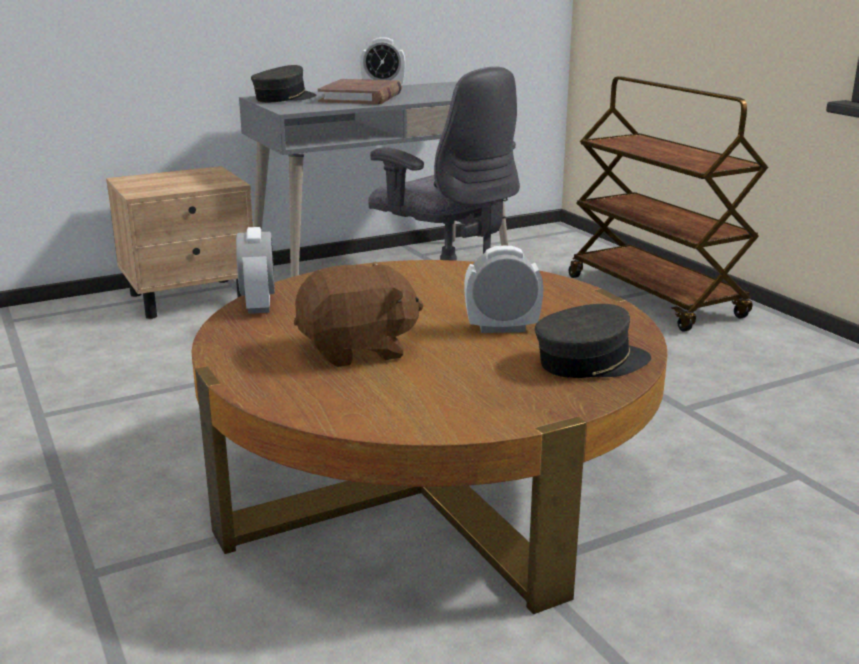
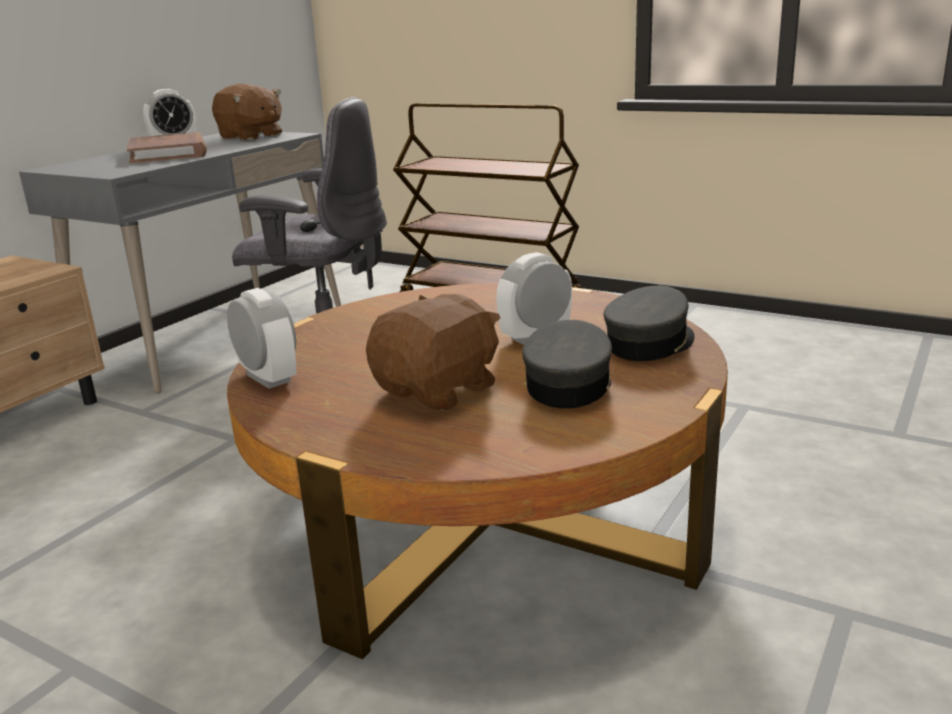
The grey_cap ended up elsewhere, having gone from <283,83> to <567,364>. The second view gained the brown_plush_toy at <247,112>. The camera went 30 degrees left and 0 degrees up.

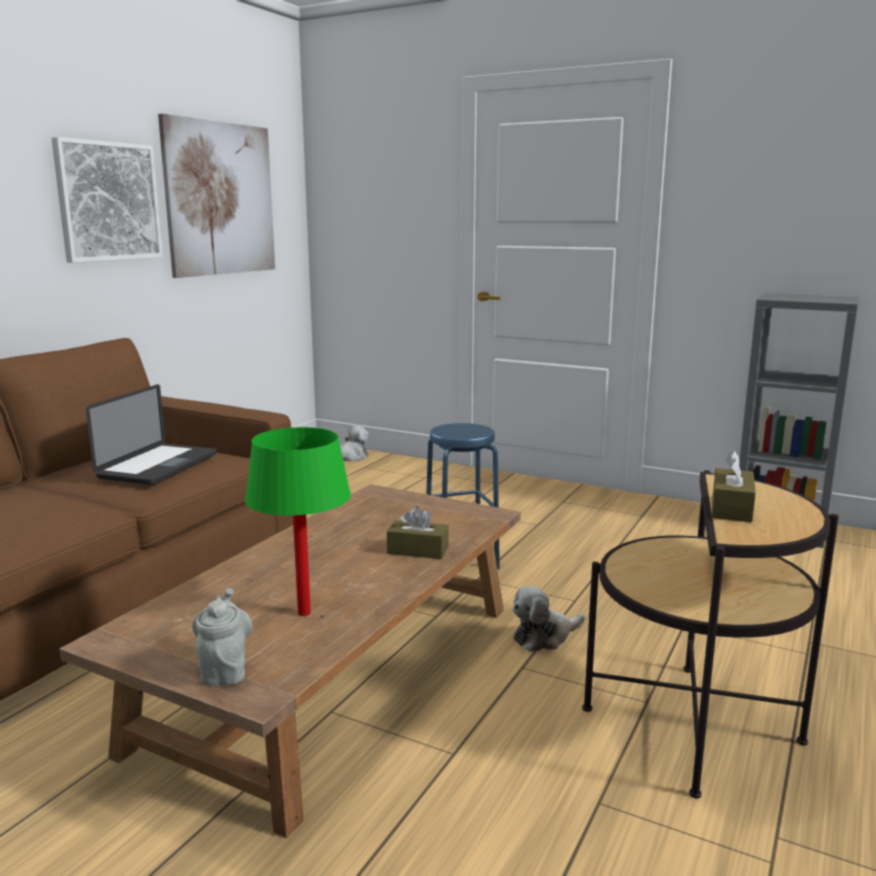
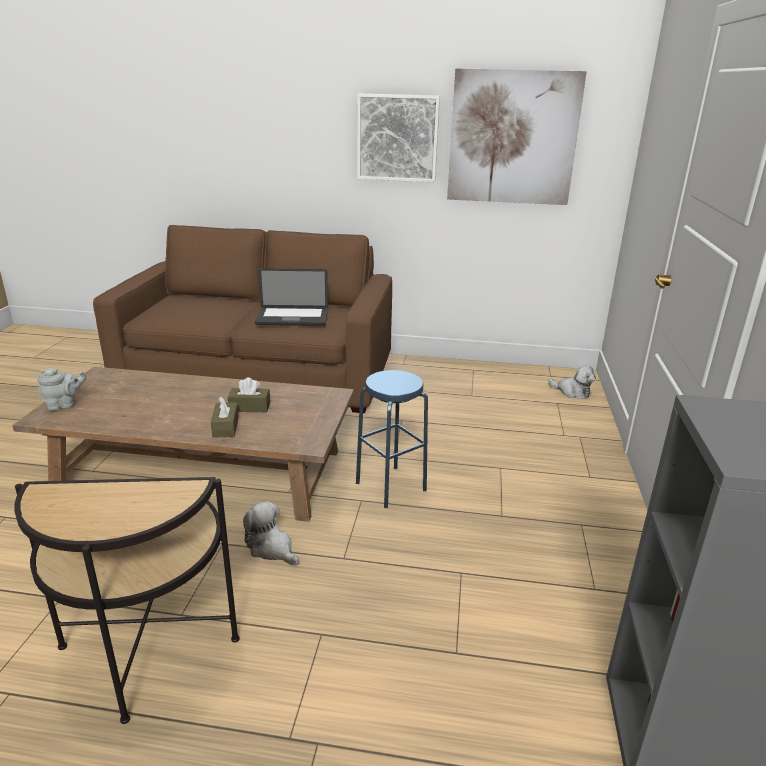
The second view lost the green_table_lamp at <298,521>. The brown_tissue_box ended up elsewhere, having gone from <734,487> to <249,394>. The camera went 70 degrees right and 10 degrees up.

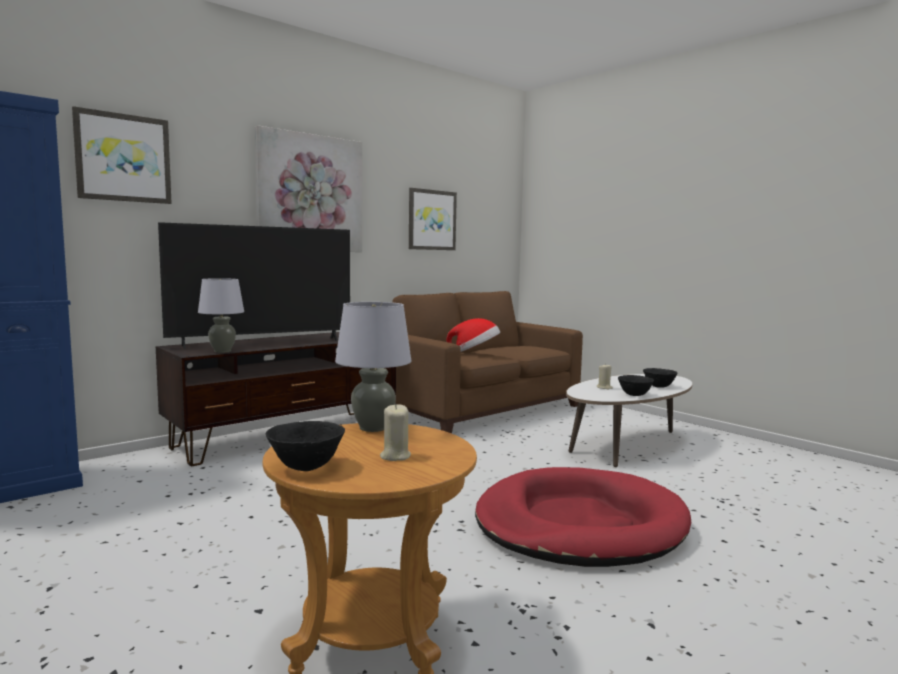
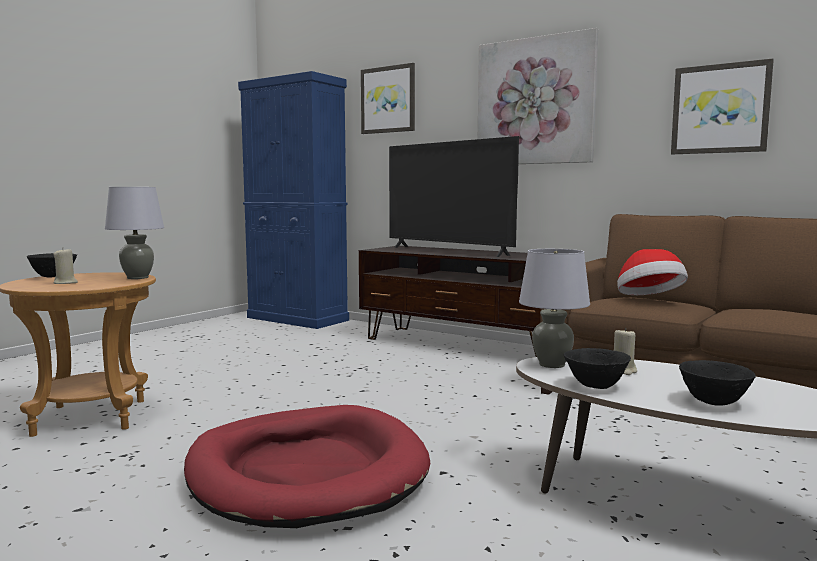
The grey_table_lamp ended up elsewhere, having gone from <221,315> to <554,308>. The camera went 75 degrees right and 0 degrees up.

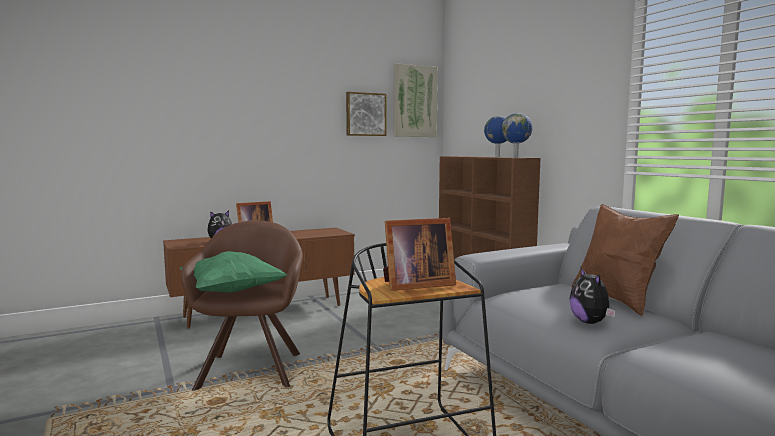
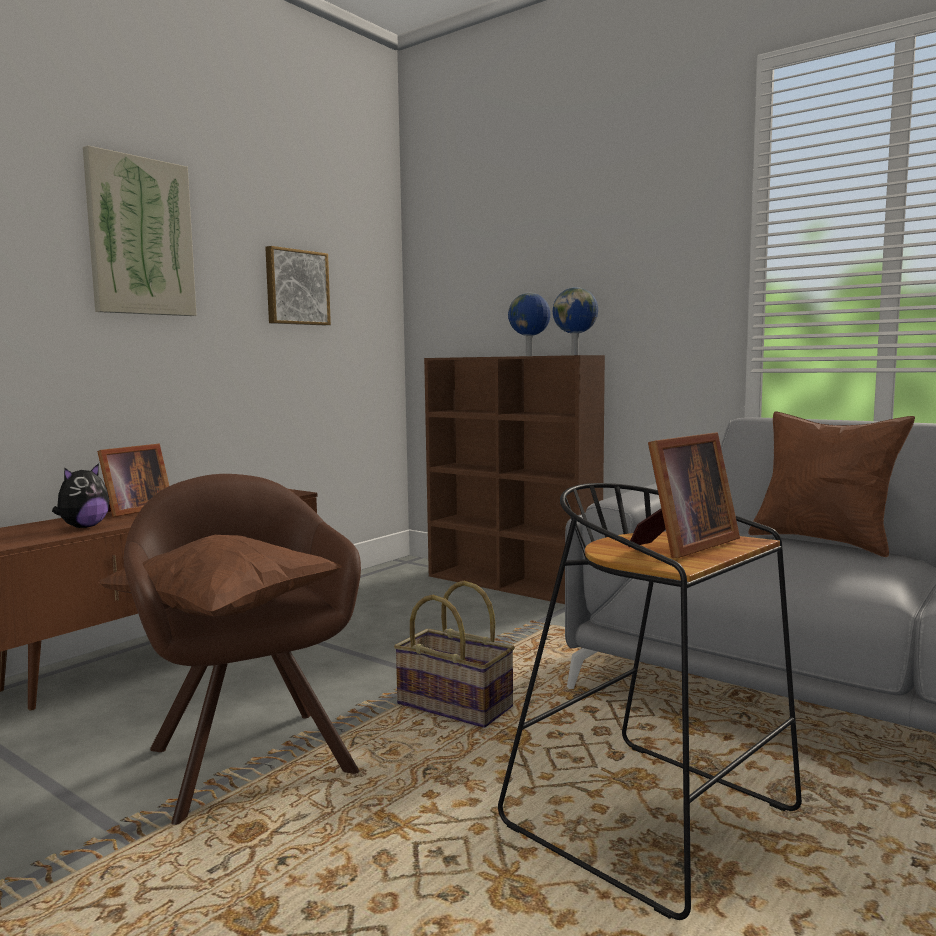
What was the green_pillow at <233,272> turned into the brown_pillow at <220,575>. The picture ended up elsewhere, having gone from <416,100> to <140,230>. The second view lost the plush_toy at <593,296>. The second view gained the basket at <454,654>. The camera went 25 degrees left and 0 degrees up.

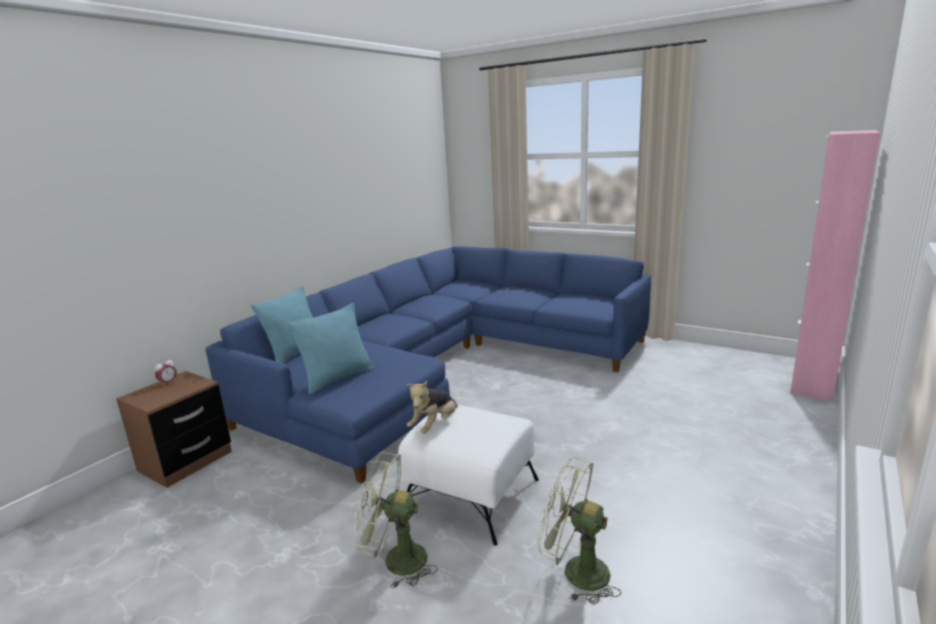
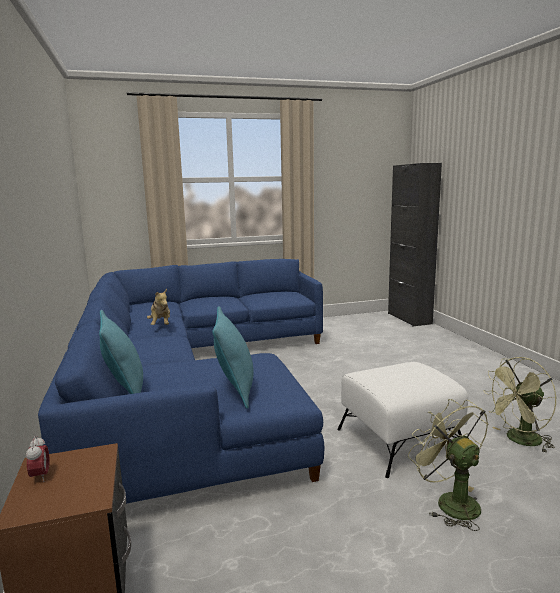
The green_fan at <395,520> ended up facing another way, 105 degrees clockwise from before. The plush_toy ended up elsewhere, having gone from <432,407> to <158,307>. What was the pink_cabinet at <835,265> turned into the black_cabinet at <415,244>. The camera went 50 degrees left and 5 degrees down.

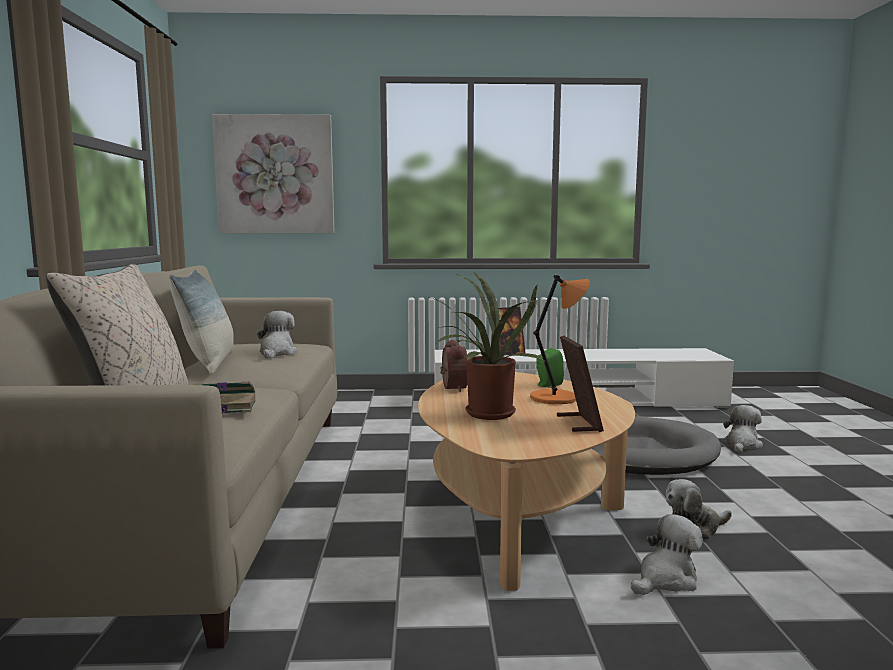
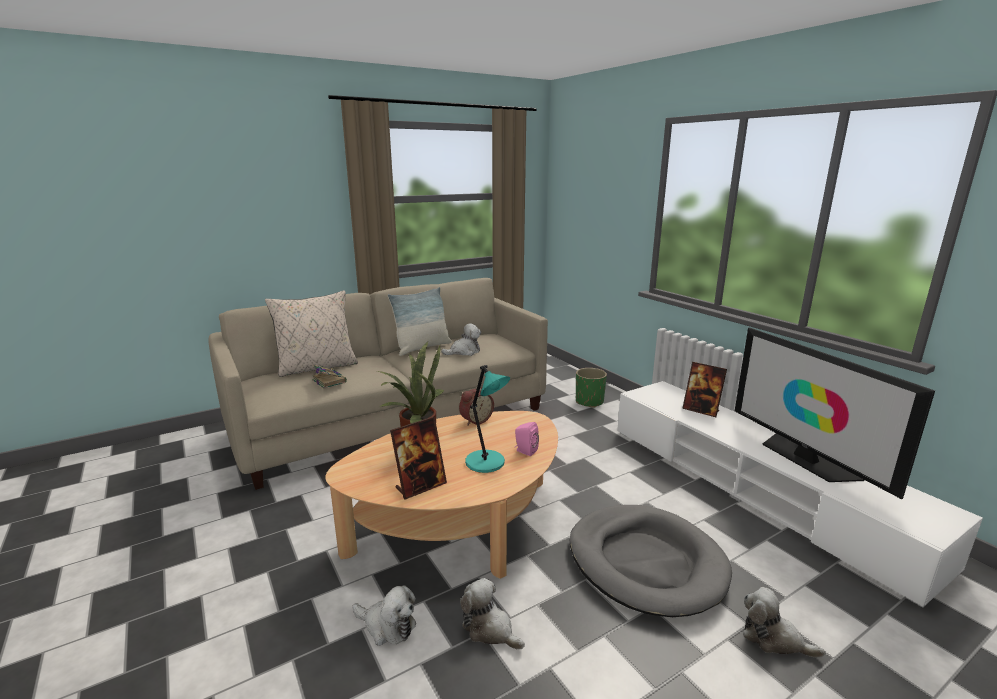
The second view lost the picture at <273,173>. What was the orange_table_lamp at <560,339> turned into the turquoise_table_lamp at <487,419>. What was the green_speaker at <550,367> turned into the pink_speaker at <527,439>. The plush_toy at <743,428> ended up facing another way, 150 degrees counterclockwise from before. The second view gained the green_planter at <591,388>. The second view gained the television at <835,413>. The camera went 60 degrees right and 10 degrees up.

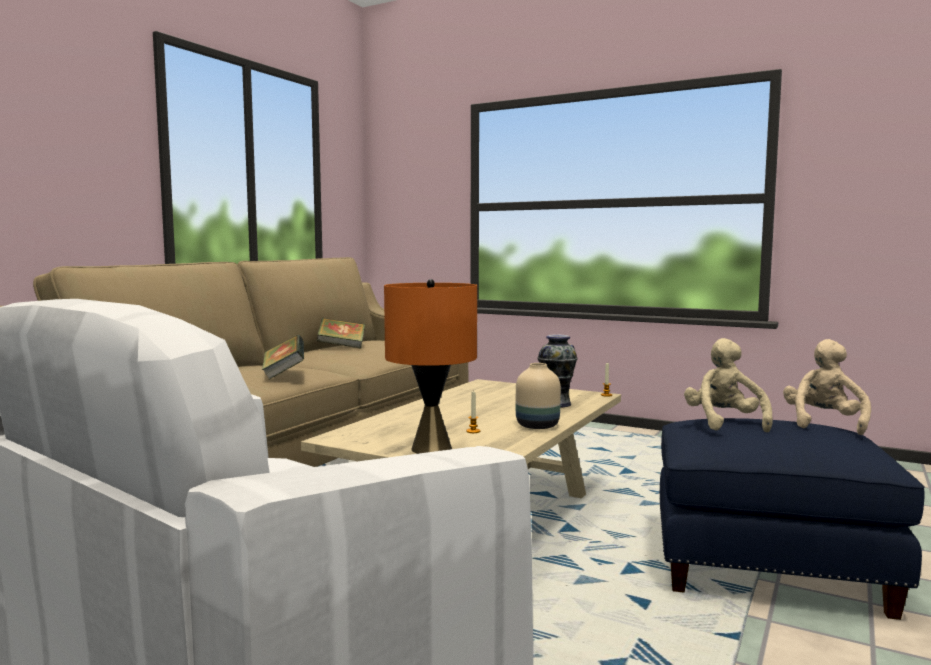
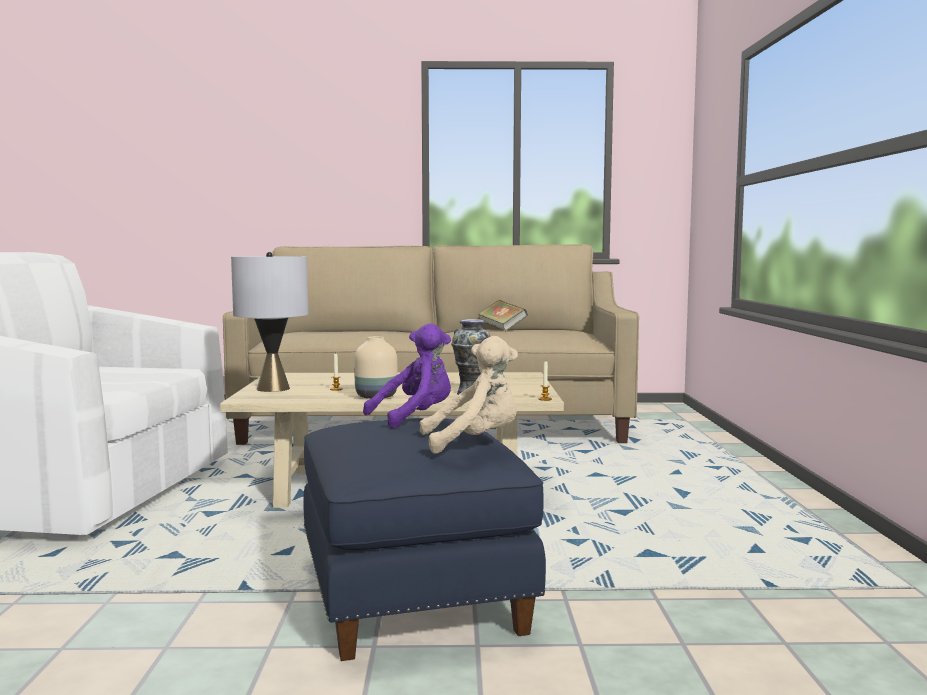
The second view lost the book at <283,357>. What was the orange_table_lamp at <430,366> turned into the grey_table_lamp at <269,322>. What was the beige_plush_toy at <728,385> turned into the purple_plush_toy at <407,376>. The camera went 60 degrees right and 0 degrees up.

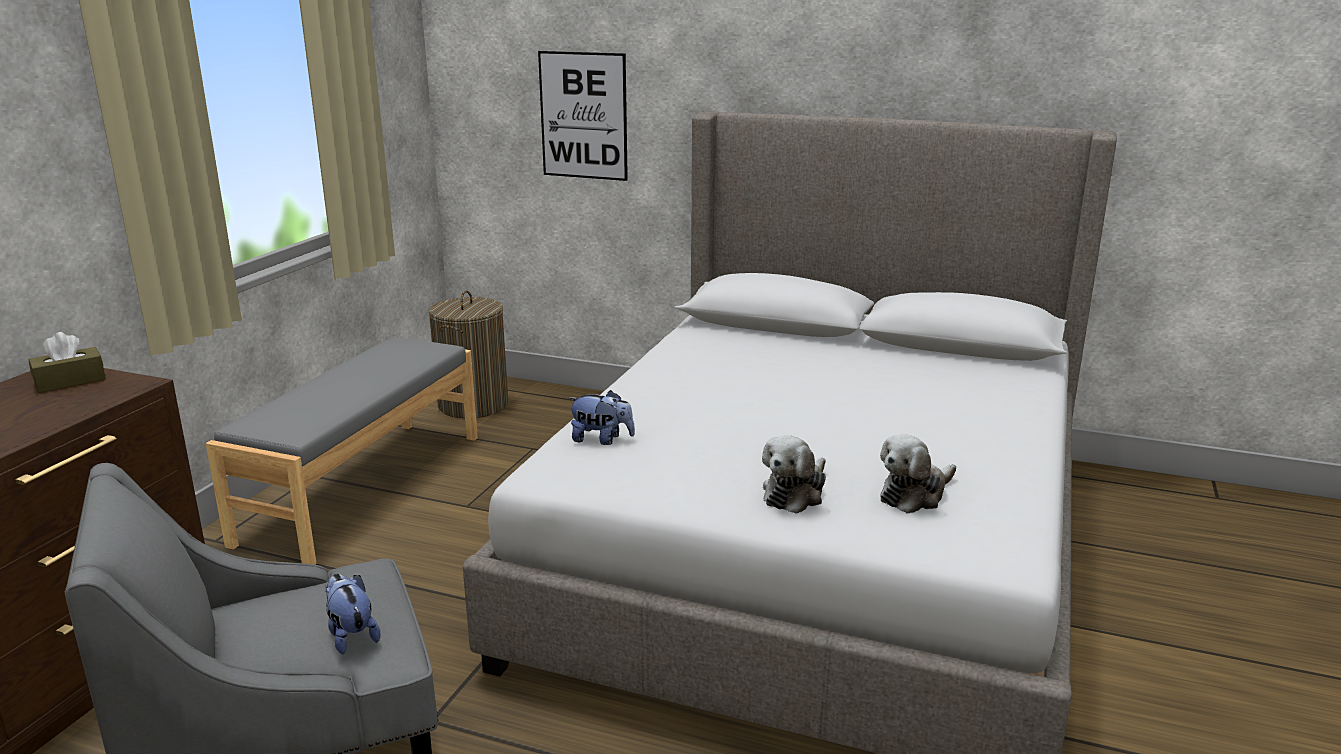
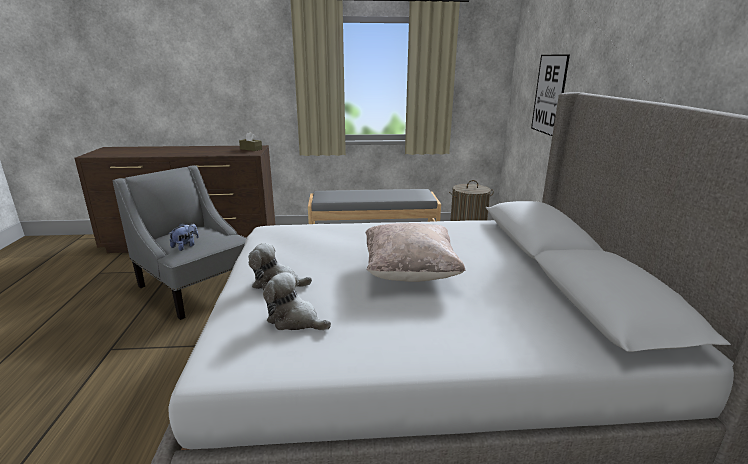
The second view lost the plush_toy at <601,417>. The second view gained the beige_pillow at <415,252>. The camera went 65 degrees right and 0 degrees up.

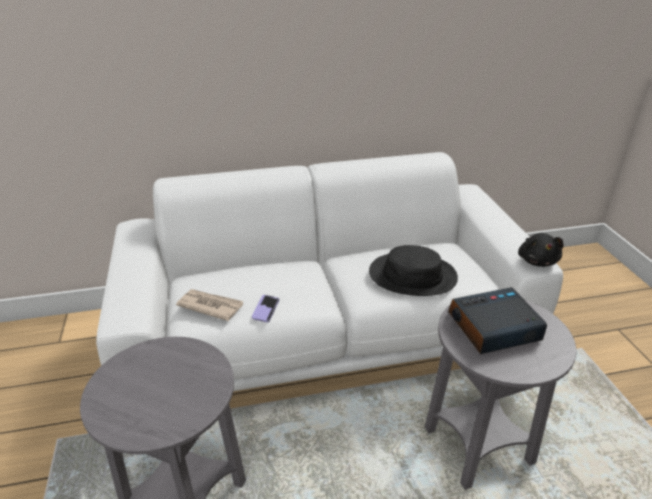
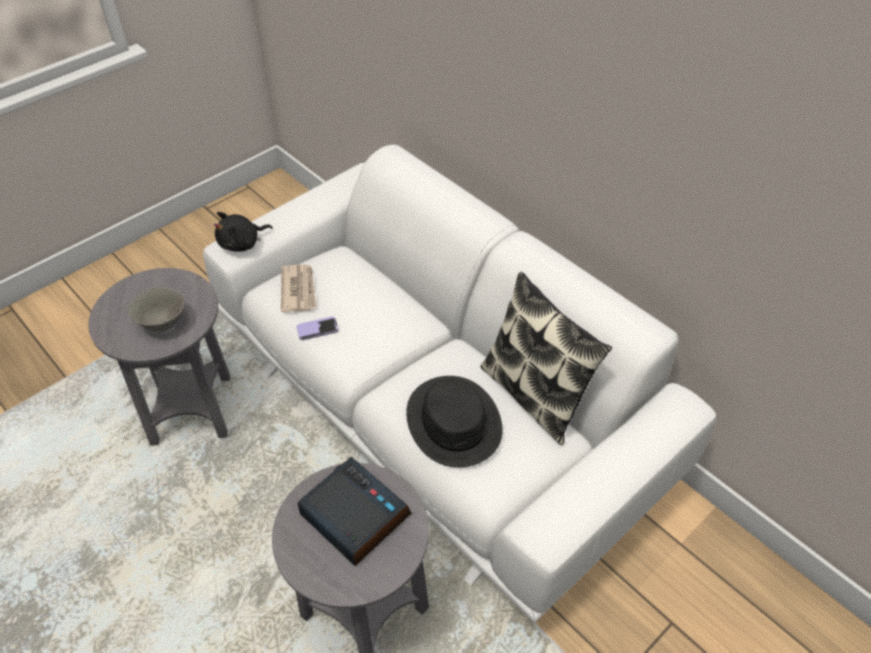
The black_plush_toy ended up elsewhere, having gone from <541,250> to <243,232>. The second view gained the grey_bowl at <156,309>. The second view gained the pillow at <546,358>. The camera went 60 degrees right and 15 degrees up.

